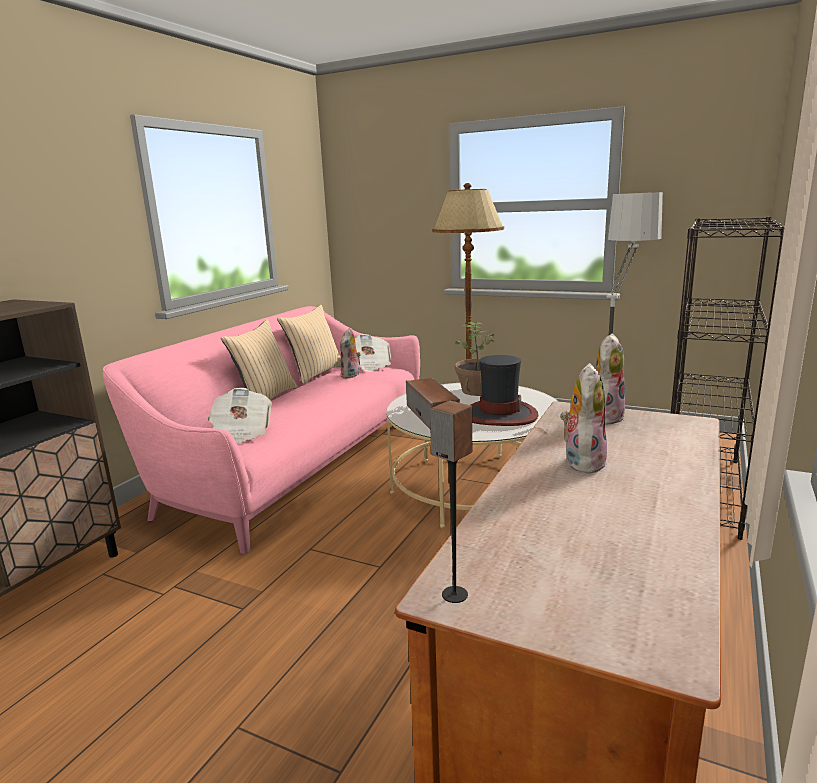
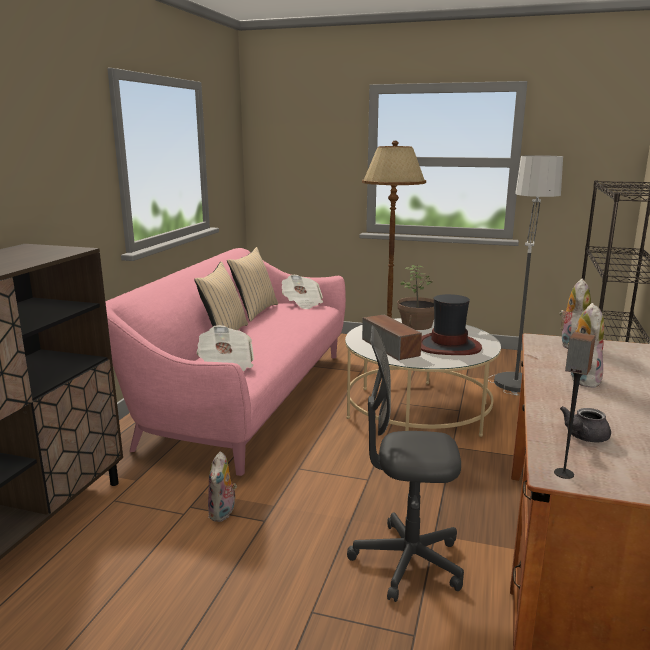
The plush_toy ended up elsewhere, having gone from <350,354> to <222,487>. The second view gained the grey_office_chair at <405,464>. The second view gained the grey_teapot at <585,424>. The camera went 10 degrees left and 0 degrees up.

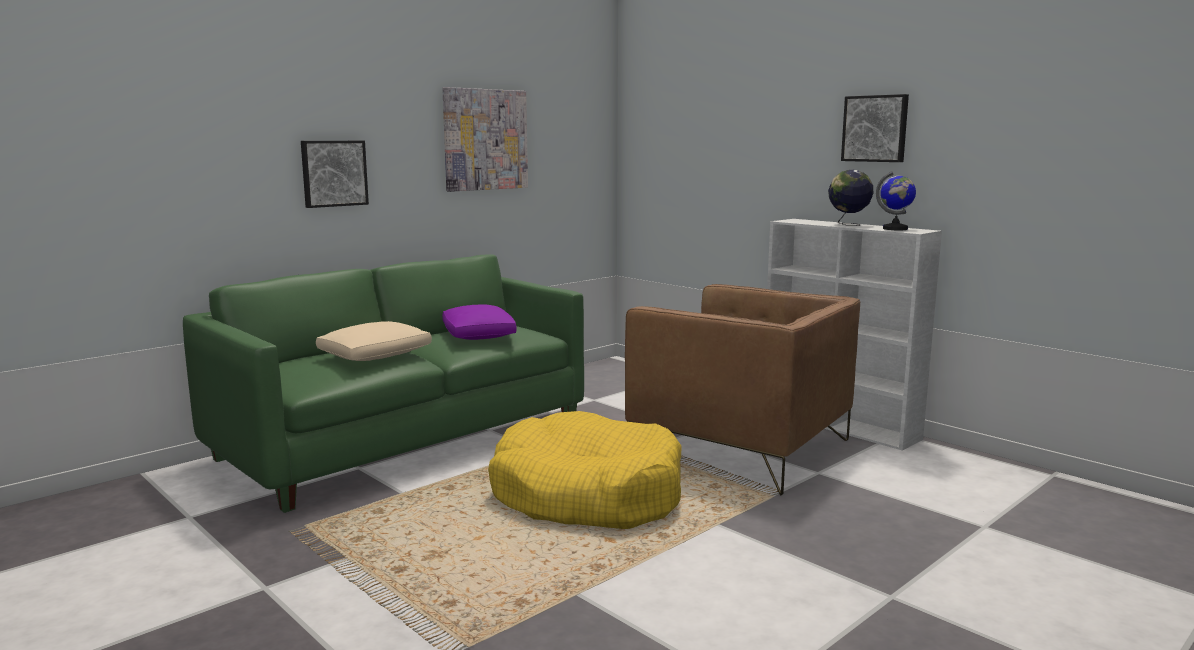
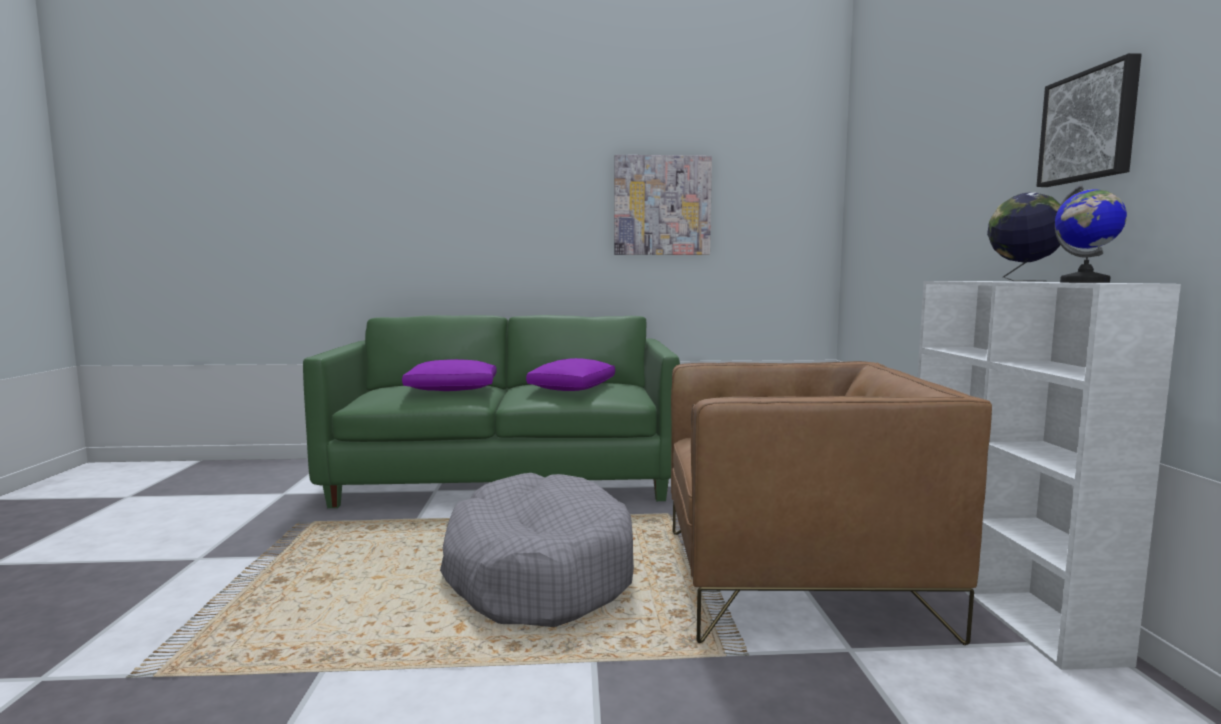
The second view lost the picture at <335,174>. What was the beige_pillow at <374,341> turned into the purple_pillow at <449,375>. What was the yellow_dog_bed at <584,470> turned into the grey_dog_bed at <537,550>. The brown_armchair at <742,389> ended up facing another way, 75 degrees counterclockwise from before. The camera went 40 degrees right and 5 degrees down.

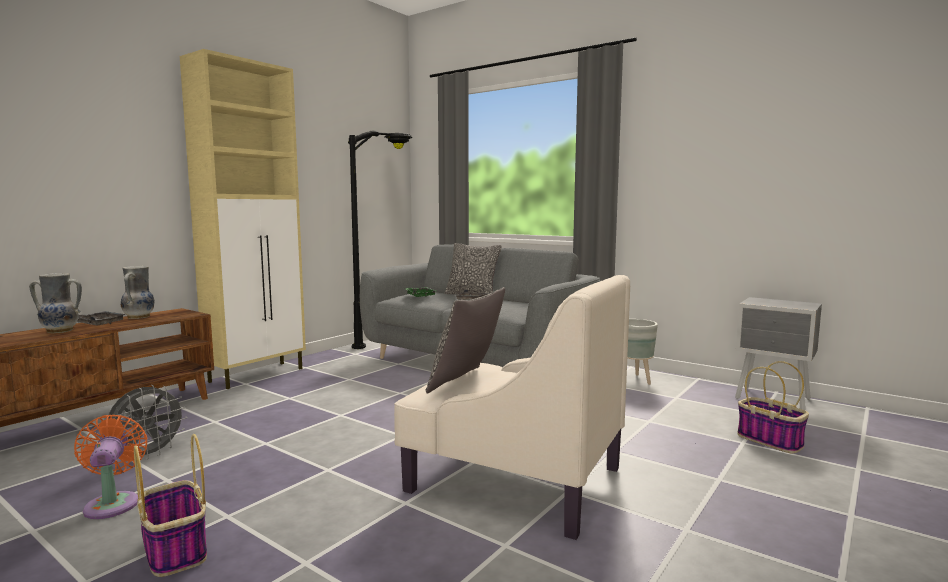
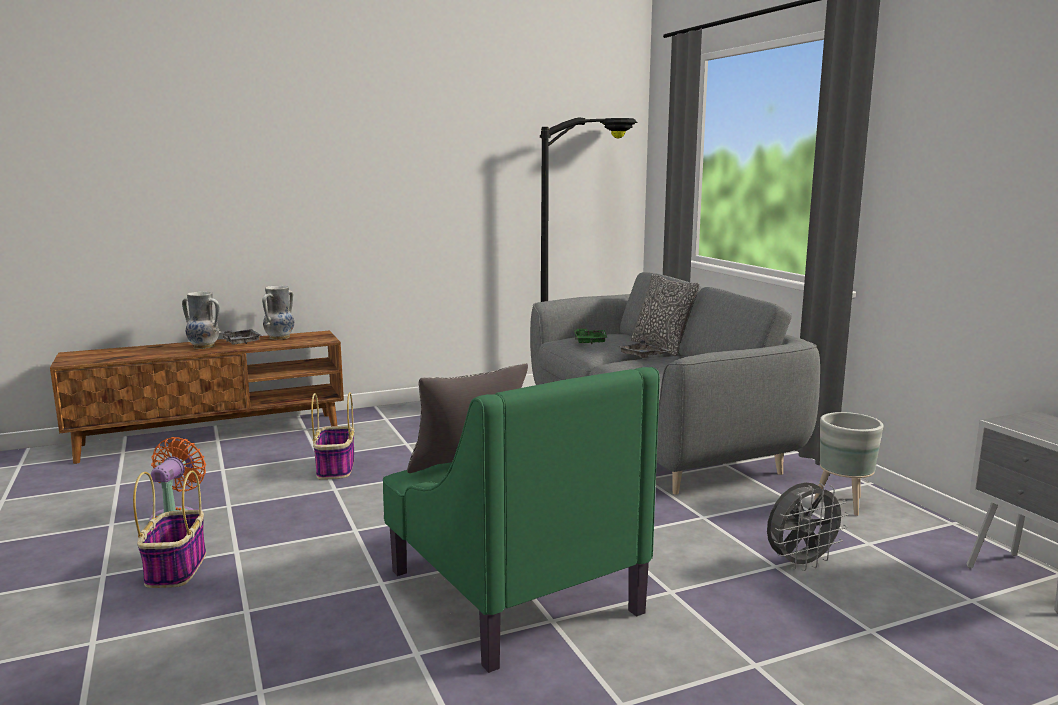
The grey_fan ended up elsewhere, having gone from <147,422> to <808,526>. The second view lost the beige_cabinet at <243,219>. What was the beige_armchair at <512,407> turned into the green_armchair at <521,520>. The basket ended up elsewhere, having gone from <773,407> to <333,436>. The camera went 30 degrees right and 5 degrees up.

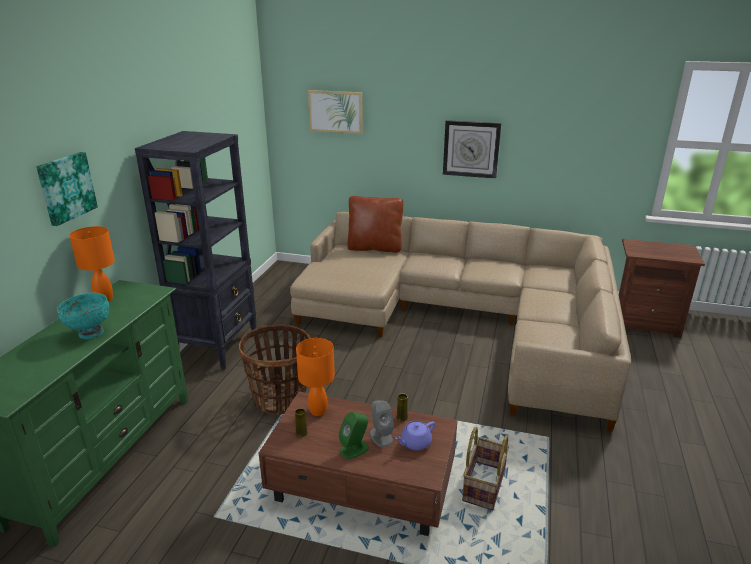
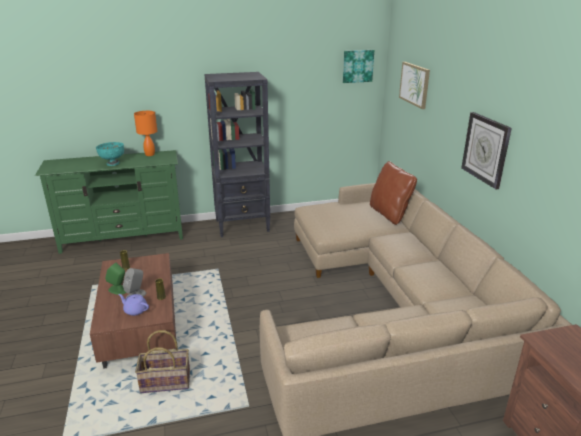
The picture ended up elsewhere, having gone from <67,189> to <358,66>. The second view lost the basket at <275,370>. The second view lost the orange_table_lamp at <315,377>. The camera went 60 degrees right and 0 degrees up.

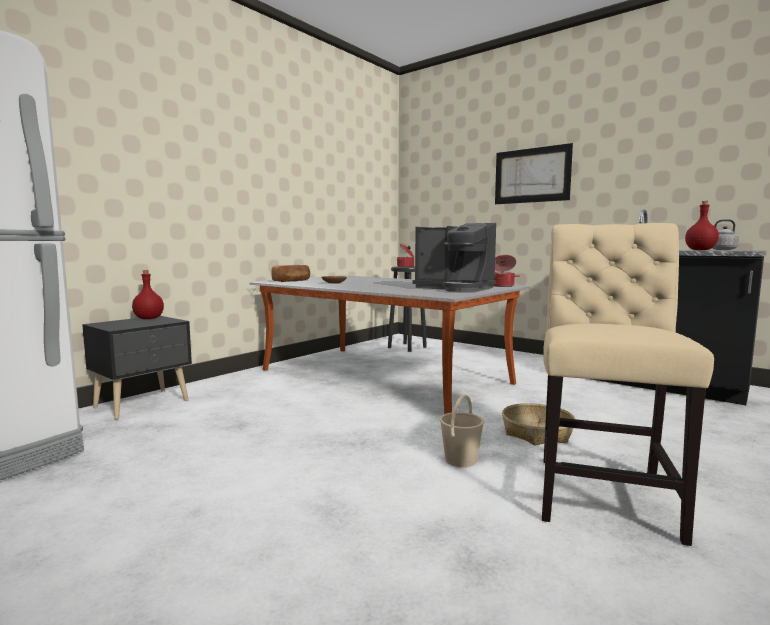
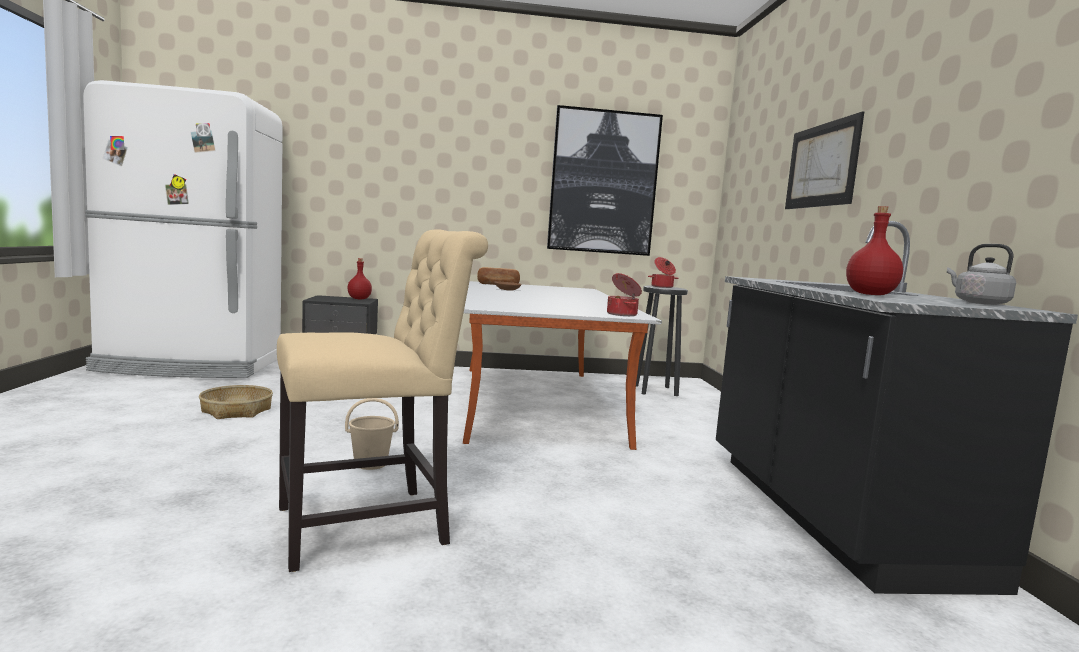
The second view lost the coffee_machine at <454,257>. The basket ended up elsewhere, having gone from <538,424> to <236,402>. The second view gained the picture at <605,180>. The camera went 45 degrees right and 0 degrees up.

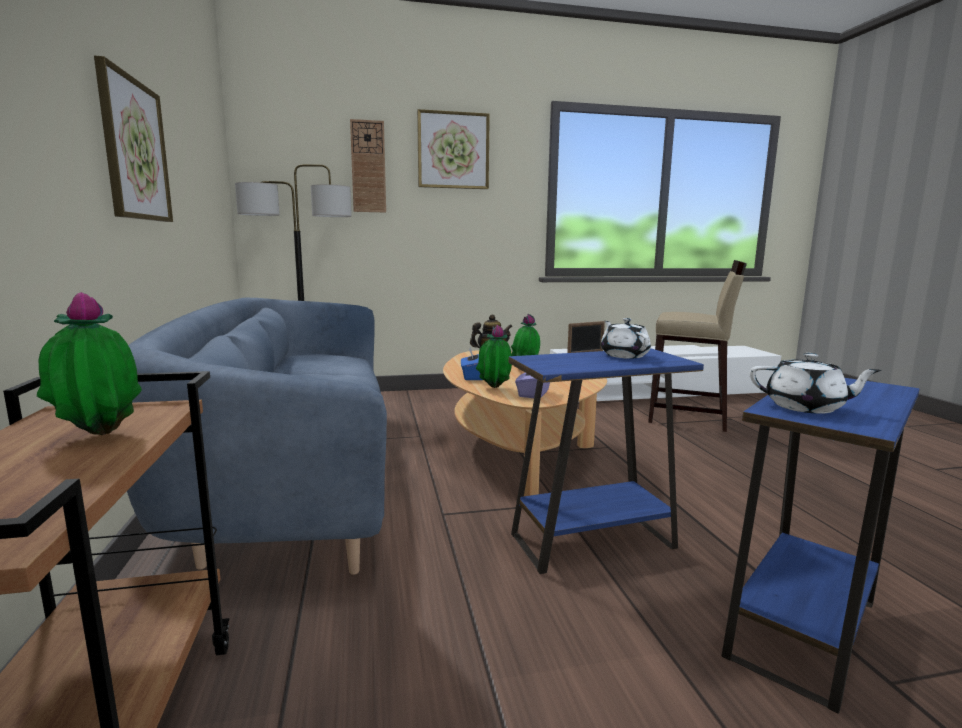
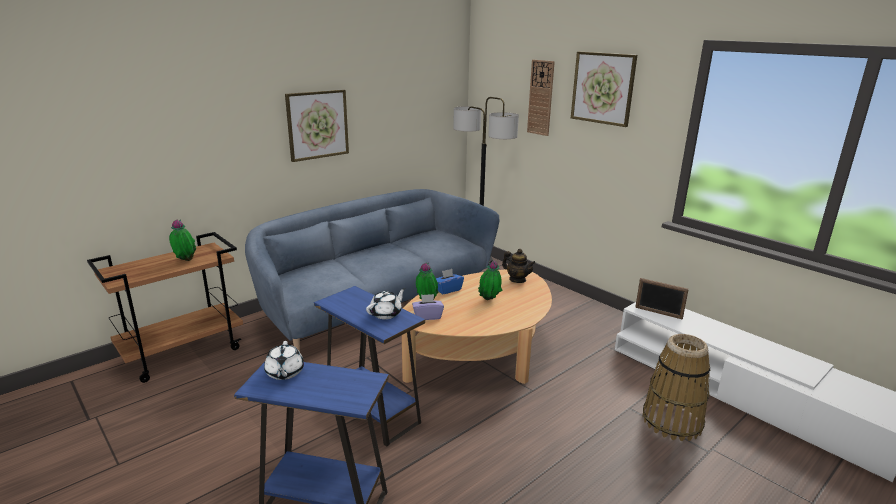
Where the beige_stool stood at <697,346>, the basket came to stand at <676,387>. The camera went 60 degrees right and 10 degrees up.

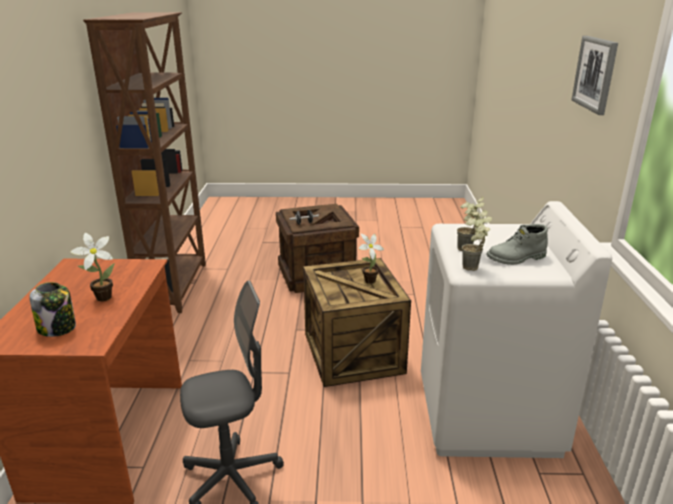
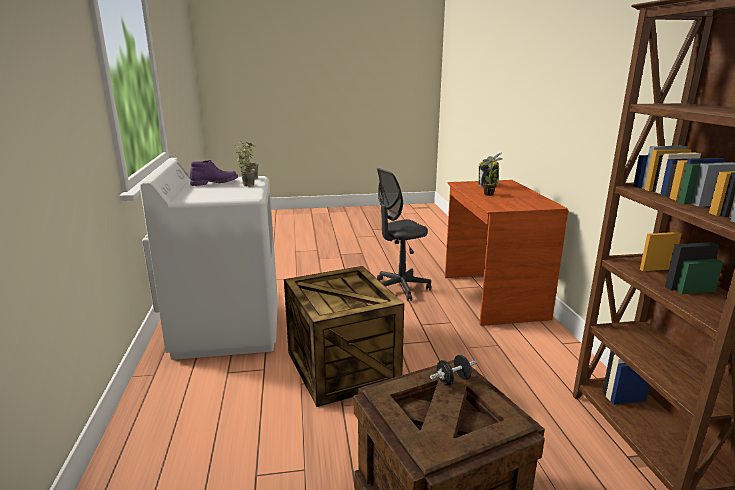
The second view lost the potted_plant at <371,259>. What was the grey_boot at <517,244> turned into the purple_boot at <214,173>. The second view lost the picture at <595,75>. The camera went 170 degrees right and 5 degrees down.

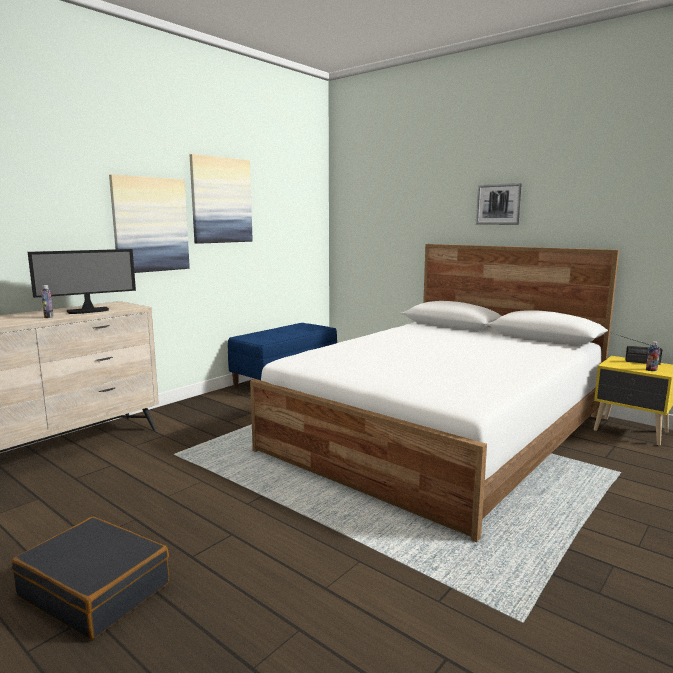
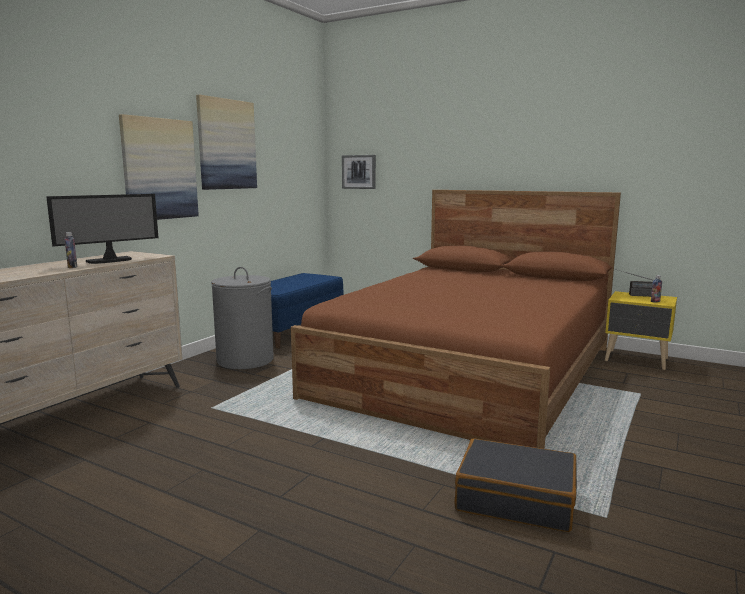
The black_suitcase ended up elsewhere, having gone from <90,578> to <516,485>. What was the white_bed at <435,393> turned into the brown_bed at <456,319>. The picture ended up elsewhere, having gone from <499,204> to <359,172>. The second view gained the grey_laundry_basket at <242,318>. The camera went 10 degrees left and 0 degrees up.

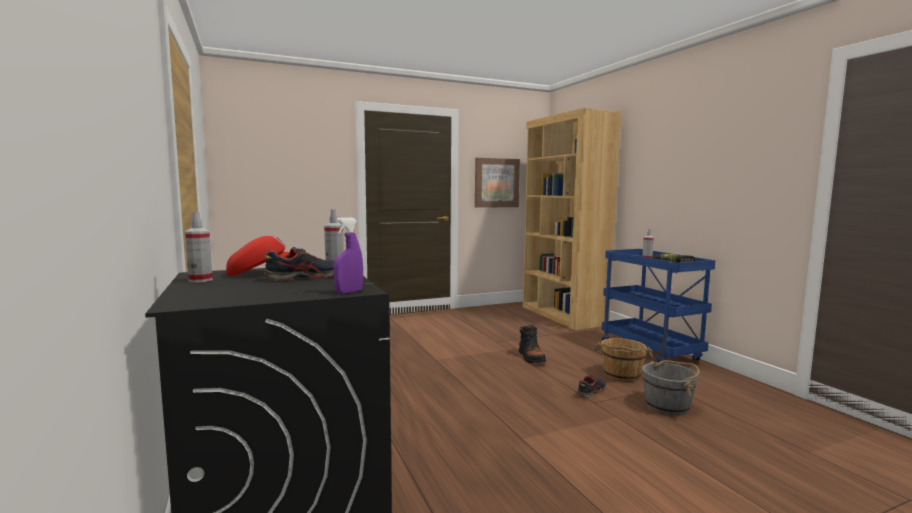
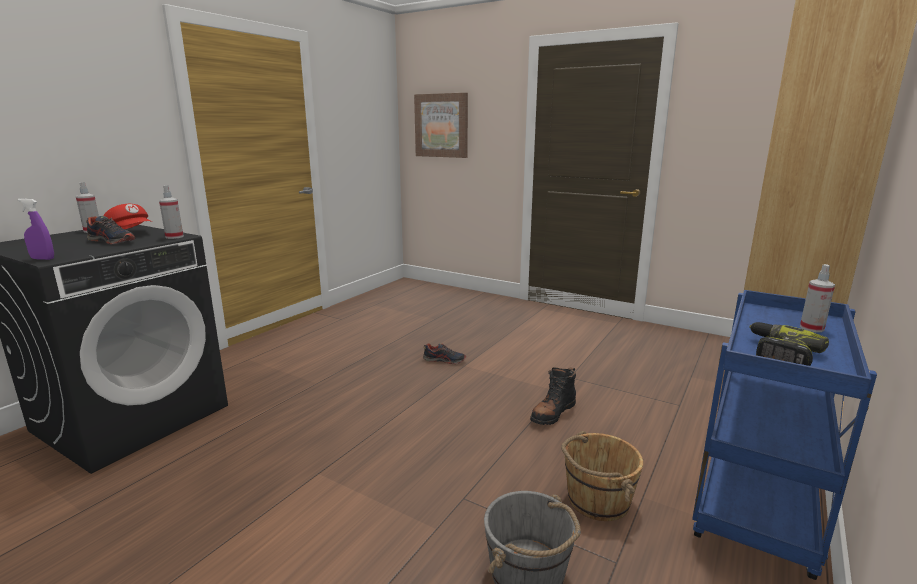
The picture ended up elsewhere, having gone from <497,183> to <441,125>. The shoe ended up elsewhere, having gone from <591,387> to <444,353>. The camera went 55 degrees right and 10 degrees up.

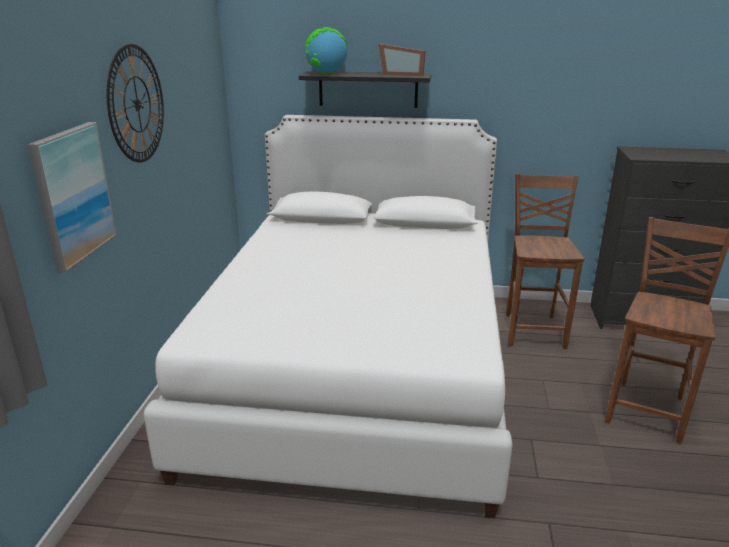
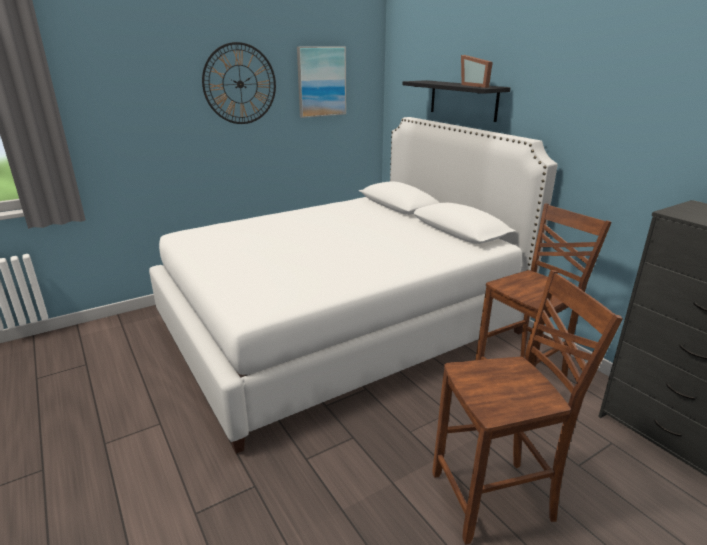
The picture ended up elsewhere, having gone from <72,197> to <321,82>. The second view lost the globe at <326,50>. The camera went 50 degrees right and 0 degrees up.

